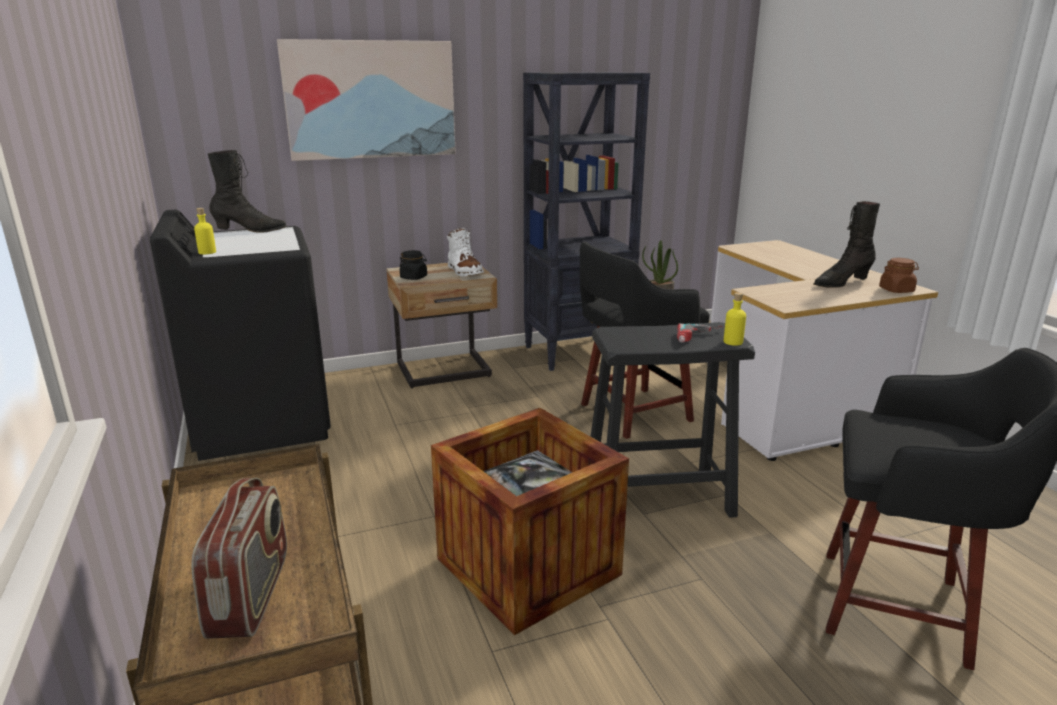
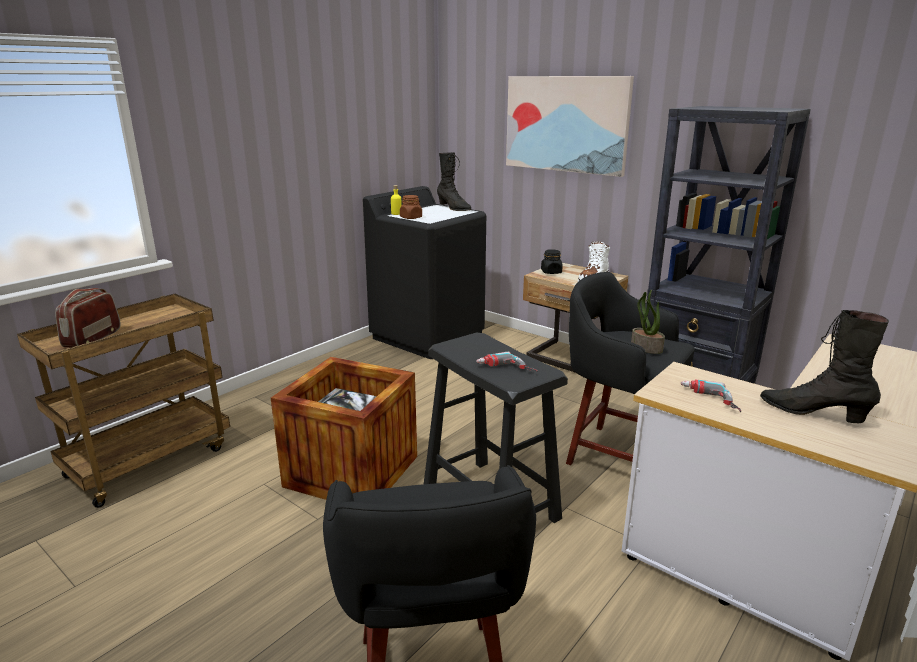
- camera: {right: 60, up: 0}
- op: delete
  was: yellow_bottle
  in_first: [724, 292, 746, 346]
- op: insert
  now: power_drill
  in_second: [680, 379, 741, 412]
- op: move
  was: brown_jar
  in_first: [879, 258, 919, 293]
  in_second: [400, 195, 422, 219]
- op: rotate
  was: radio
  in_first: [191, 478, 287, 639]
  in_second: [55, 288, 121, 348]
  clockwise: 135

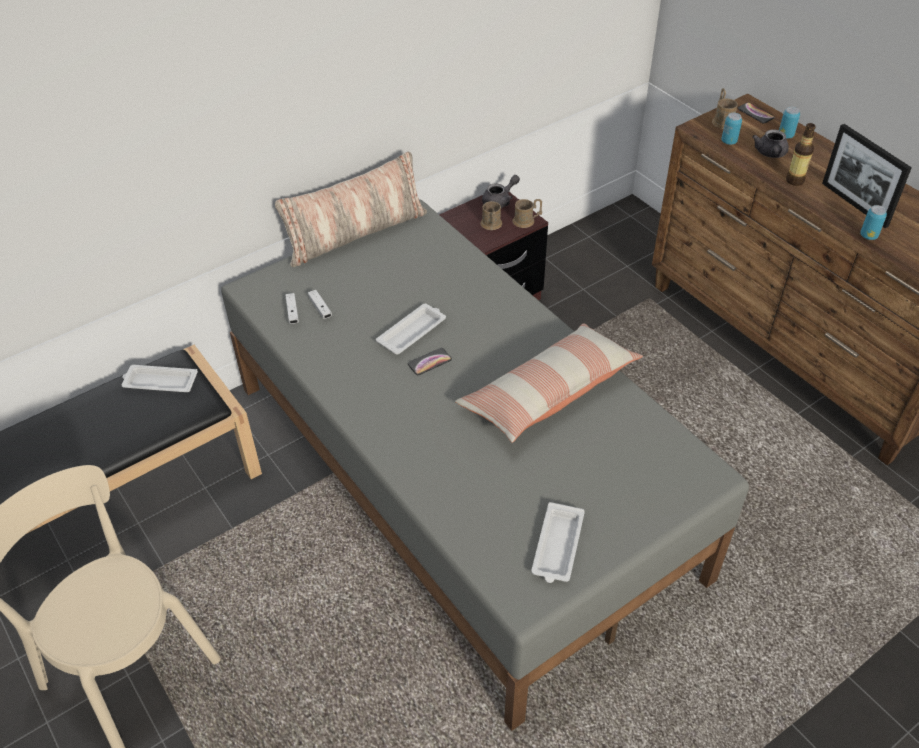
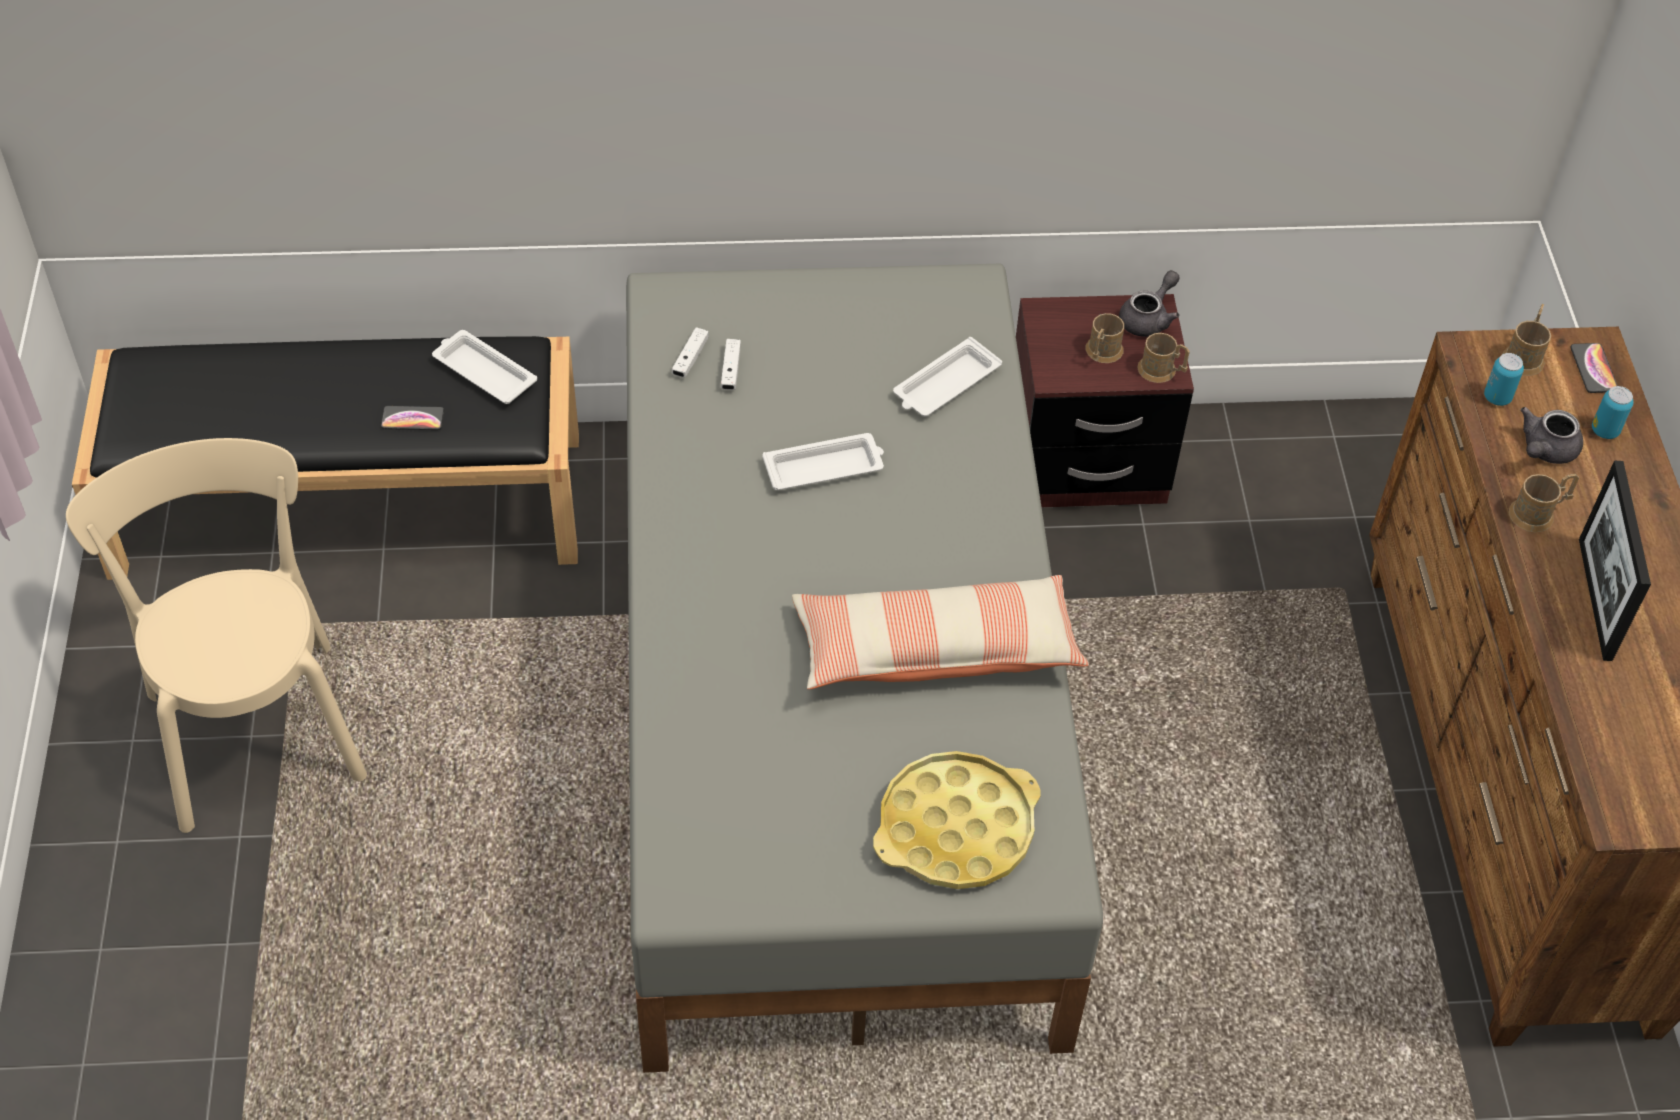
- camera: {right: 30, up: 5}
- op: delete
  was: pillow
  in_first: [275, 152, 427, 267]
- op: delete
  was: can
  in_first: [860, 205, 887, 240]
- op: insert
  now: yellow_tray
  in_second: [873, 751, 1041, 889]
- op: move
  was: phone
  in_first: [408, 348, 452, 375]
  in_second: [381, 406, 444, 430]
- op: move
  was: white_tray
  in_first: [531, 502, 585, 583]
  in_second: [893, 337, 1002, 417]
- op: replace
  was: bottle
  now: brown_mug
  in_first: [786, 123, 816, 186]
  in_second: [1509, 474, 1579, 532]
- op: rotate
  was: grey_teapot
  in_first: [482, 175, 520, 208]
  in_second: [1119, 270, 1179, 337]
  clockwise: -45

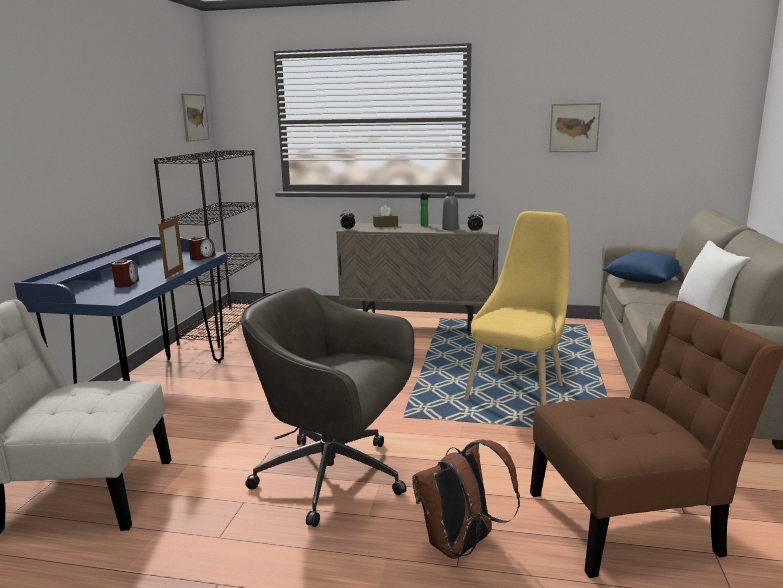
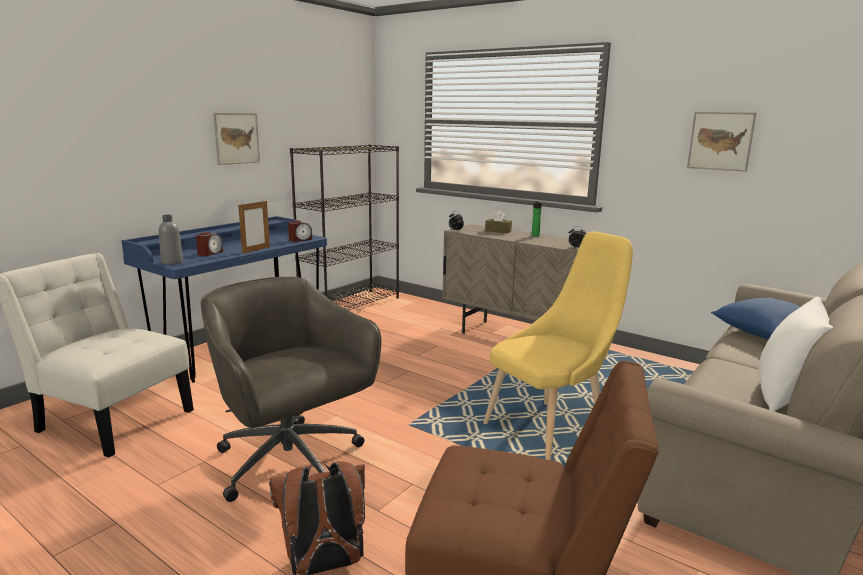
- camera: {right: 25, up: 0}
- op: move
  was: picture
  in_first: [181, 93, 210, 142]
  in_second: [213, 113, 260, 165]
- op: move
  was: grey_bottle
  in_first: [442, 191, 459, 230]
  in_second: [159, 215, 183, 265]

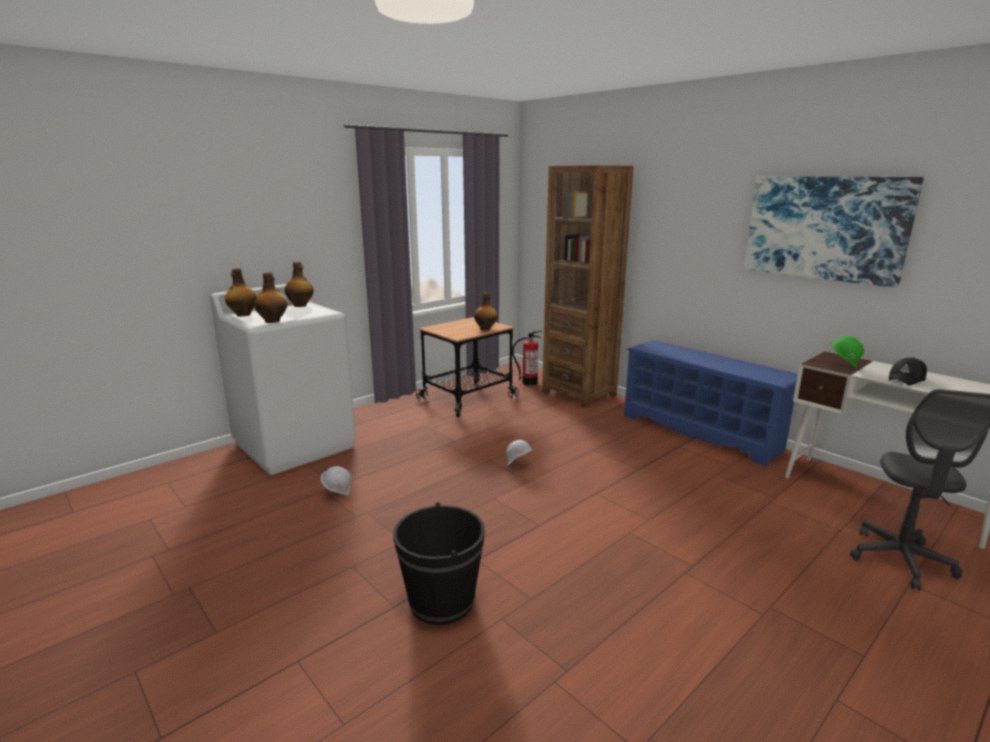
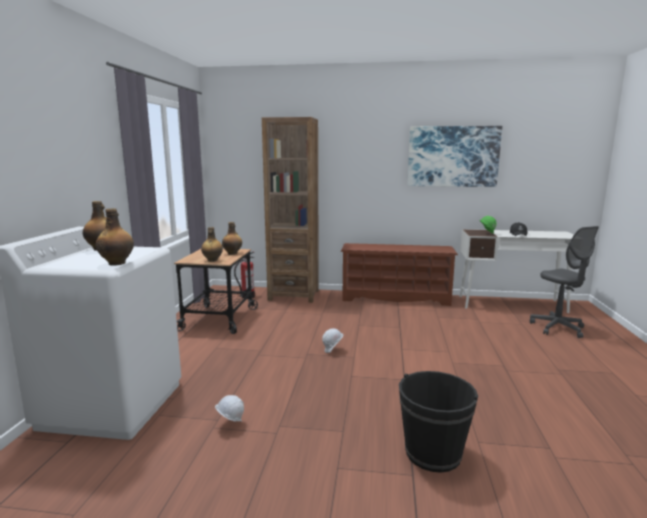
- camera: {right: -40, up: -5}
- op: move
  was: bottle
  in_first: [225, 268, 257, 316]
  in_second: [201, 227, 223, 262]
- op: recolor
  was: blue_shoe_rack
  now: brown_shoe_rack
  in_first: [624, 340, 798, 467]
  in_second: [341, 243, 458, 306]

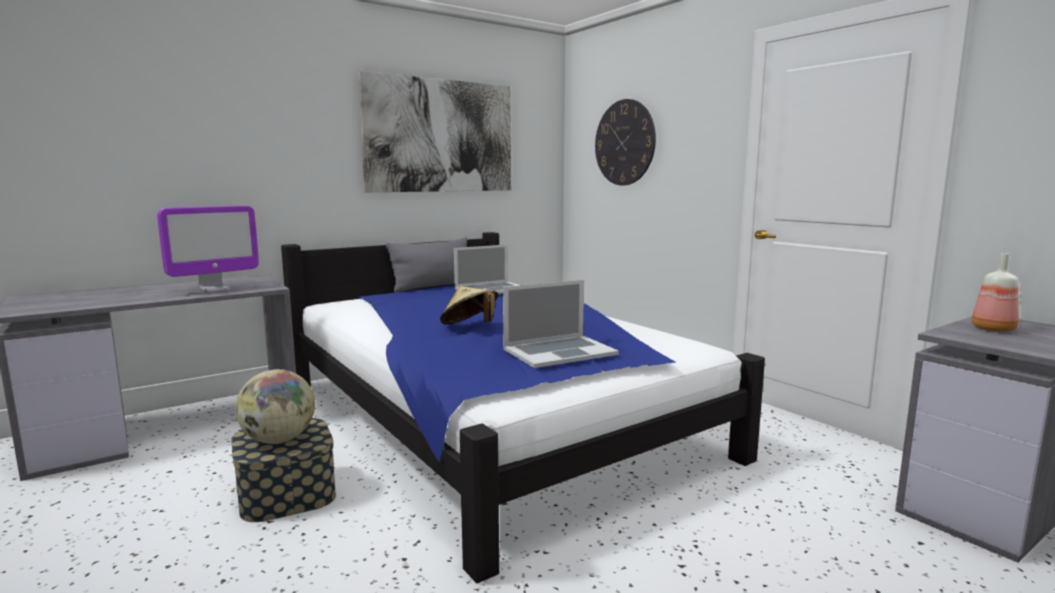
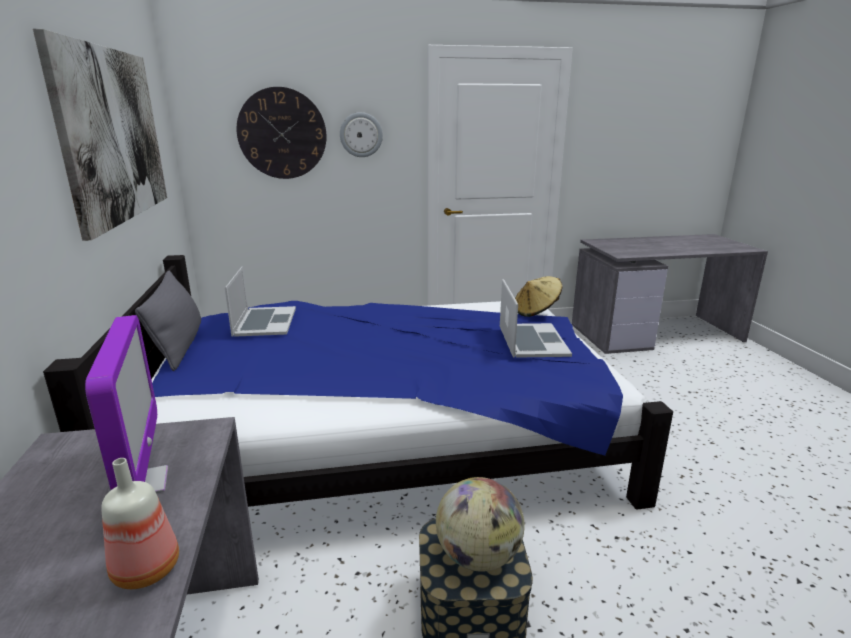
- camera: {right: -65, up: 10}
- op: insert
  now: wall_clock
  in_second: [340, 112, 383, 157]
- op: move
  was: beige_hat
  in_first: [440, 286, 498, 325]
  in_second: [515, 276, 562, 317]
- op: move
  was: bottle
  in_first: [971, 253, 1019, 332]
  in_second: [101, 458, 179, 589]

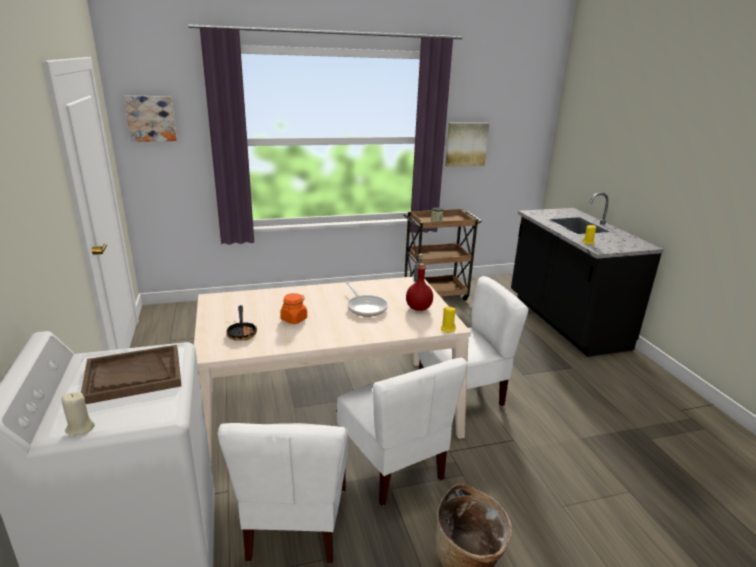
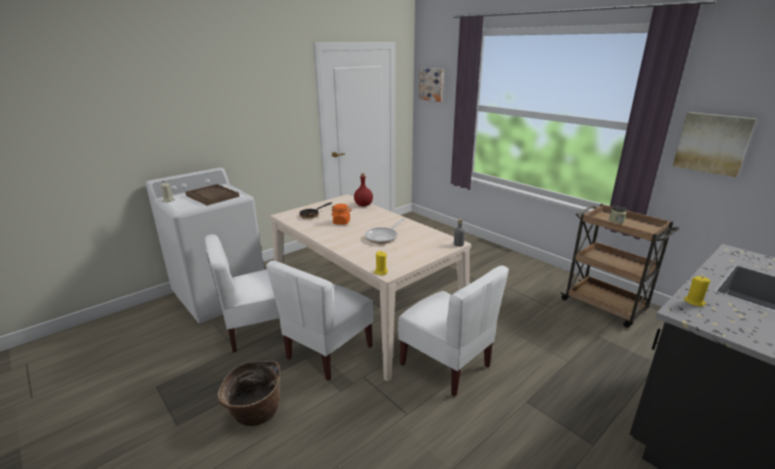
- camera: {right: 65, up: 0}
- op: move
  was: red_bottle
  in_first: [406, 263, 433, 311]
  in_second: [354, 173, 373, 207]

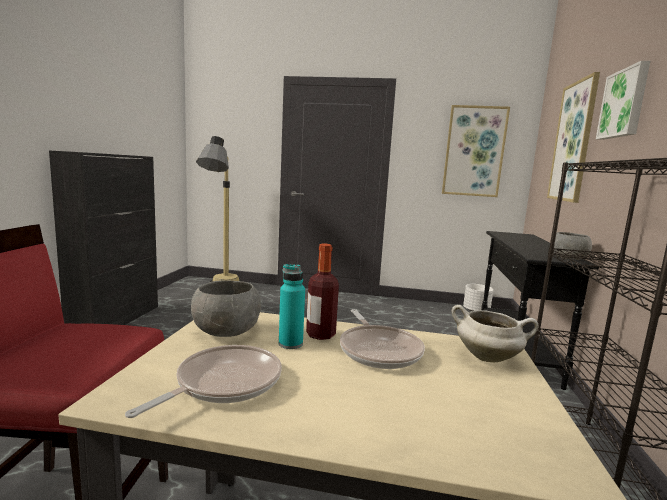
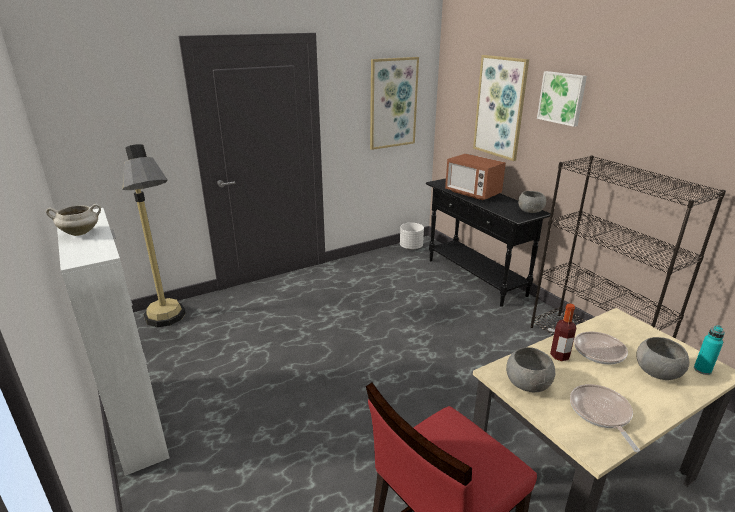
- camera: {right: -40, up: 15}
- op: insert
  now: microwave
  in_second: [445, 153, 506, 200]
- op: insert
  now: grey_bowl
  in_second: [636, 337, 689, 380]
- op: move
  was: turquoise_bottle
  in_first: [279, 264, 305, 349]
  in_second: [694, 325, 725, 375]
- op: move
  was: white_cooking_pot
  in_first: [452, 305, 539, 362]
  in_second: [46, 204, 101, 236]
- op: recolor
  was: black_cabinet
  now: white_cabinet
  in_first: [49, 150, 158, 325]
  in_second: [57, 208, 169, 476]

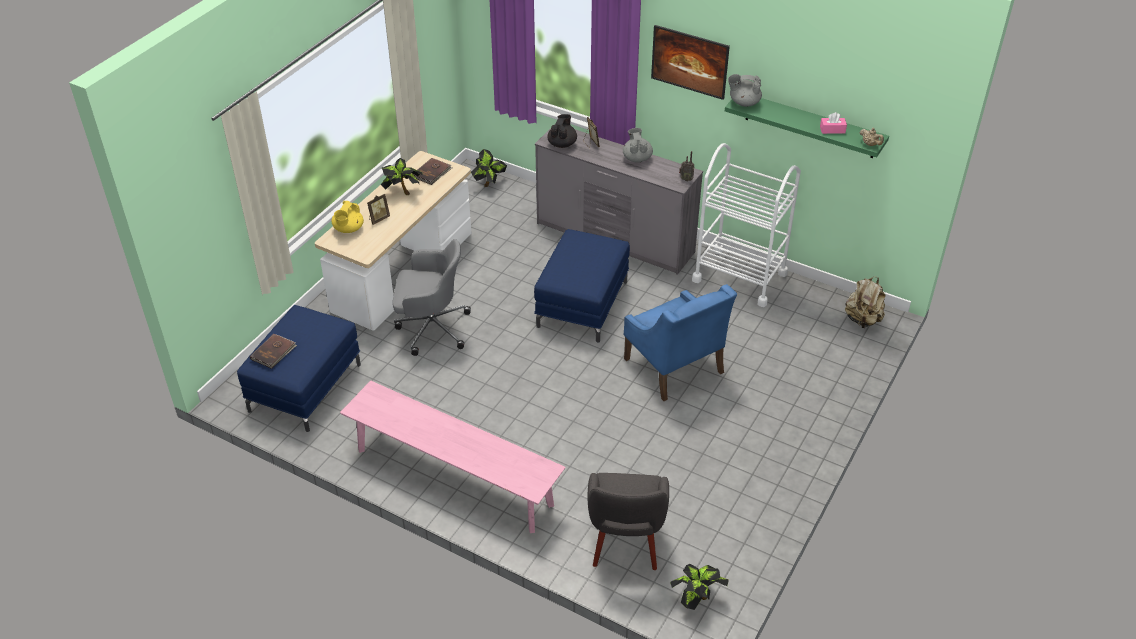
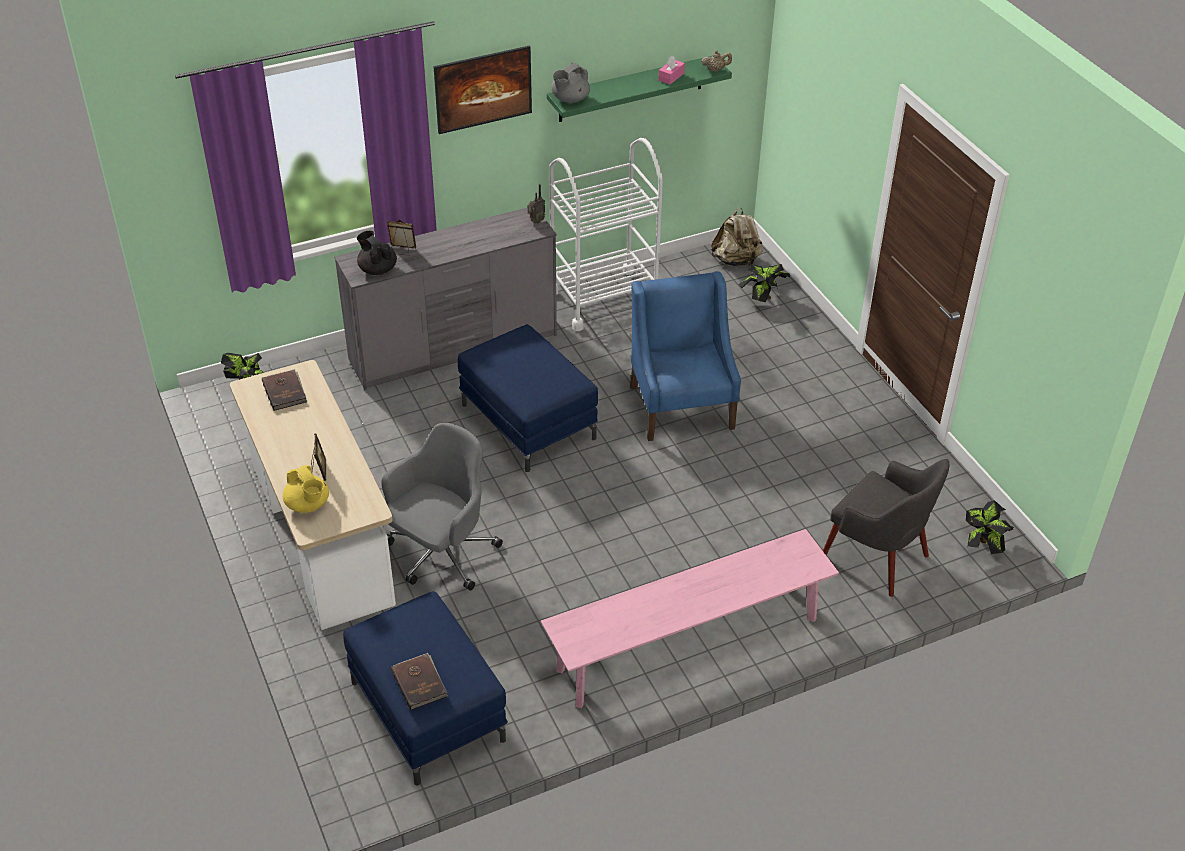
- camera: {right: -55, up: 0}
- op: delete
  was: grey_teapot
  in_first: [623, 128, 653, 163]
- op: move
  was: potted_plant
  in_first: [381, 158, 422, 195]
  in_second: [738, 264, 791, 302]
- op: rotate
  was: blue_armchair
  in_first: [624, 284, 737, 401]
  in_second: [630, 271, 741, 441]
  clockwise: -105

